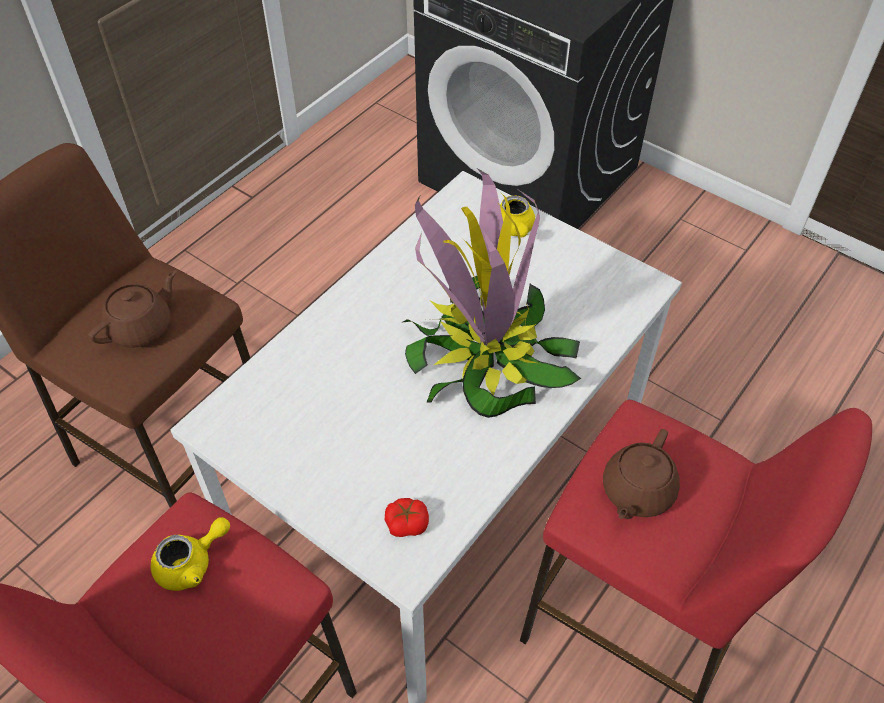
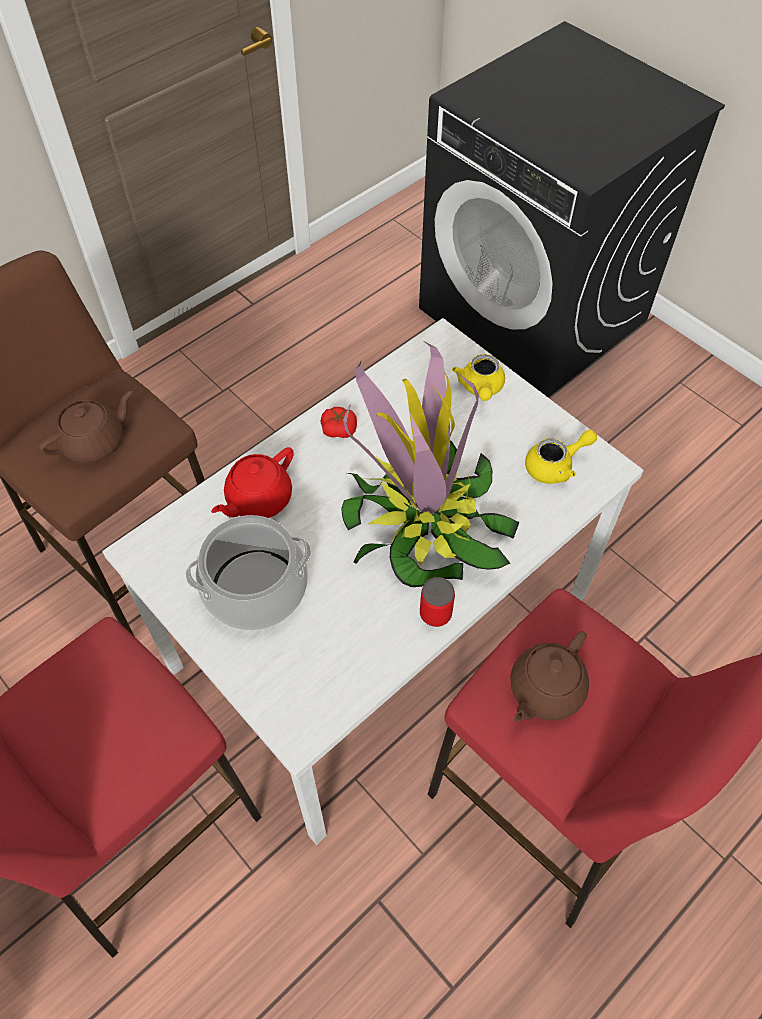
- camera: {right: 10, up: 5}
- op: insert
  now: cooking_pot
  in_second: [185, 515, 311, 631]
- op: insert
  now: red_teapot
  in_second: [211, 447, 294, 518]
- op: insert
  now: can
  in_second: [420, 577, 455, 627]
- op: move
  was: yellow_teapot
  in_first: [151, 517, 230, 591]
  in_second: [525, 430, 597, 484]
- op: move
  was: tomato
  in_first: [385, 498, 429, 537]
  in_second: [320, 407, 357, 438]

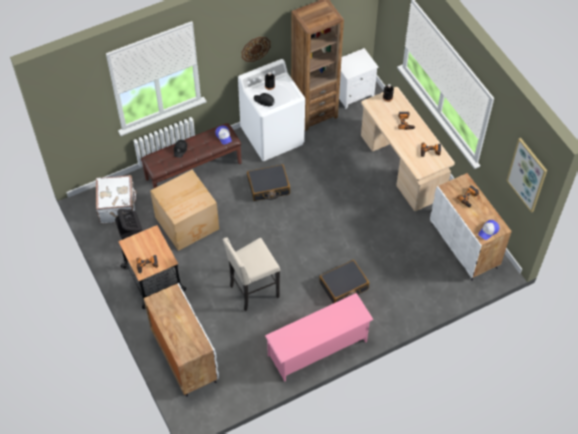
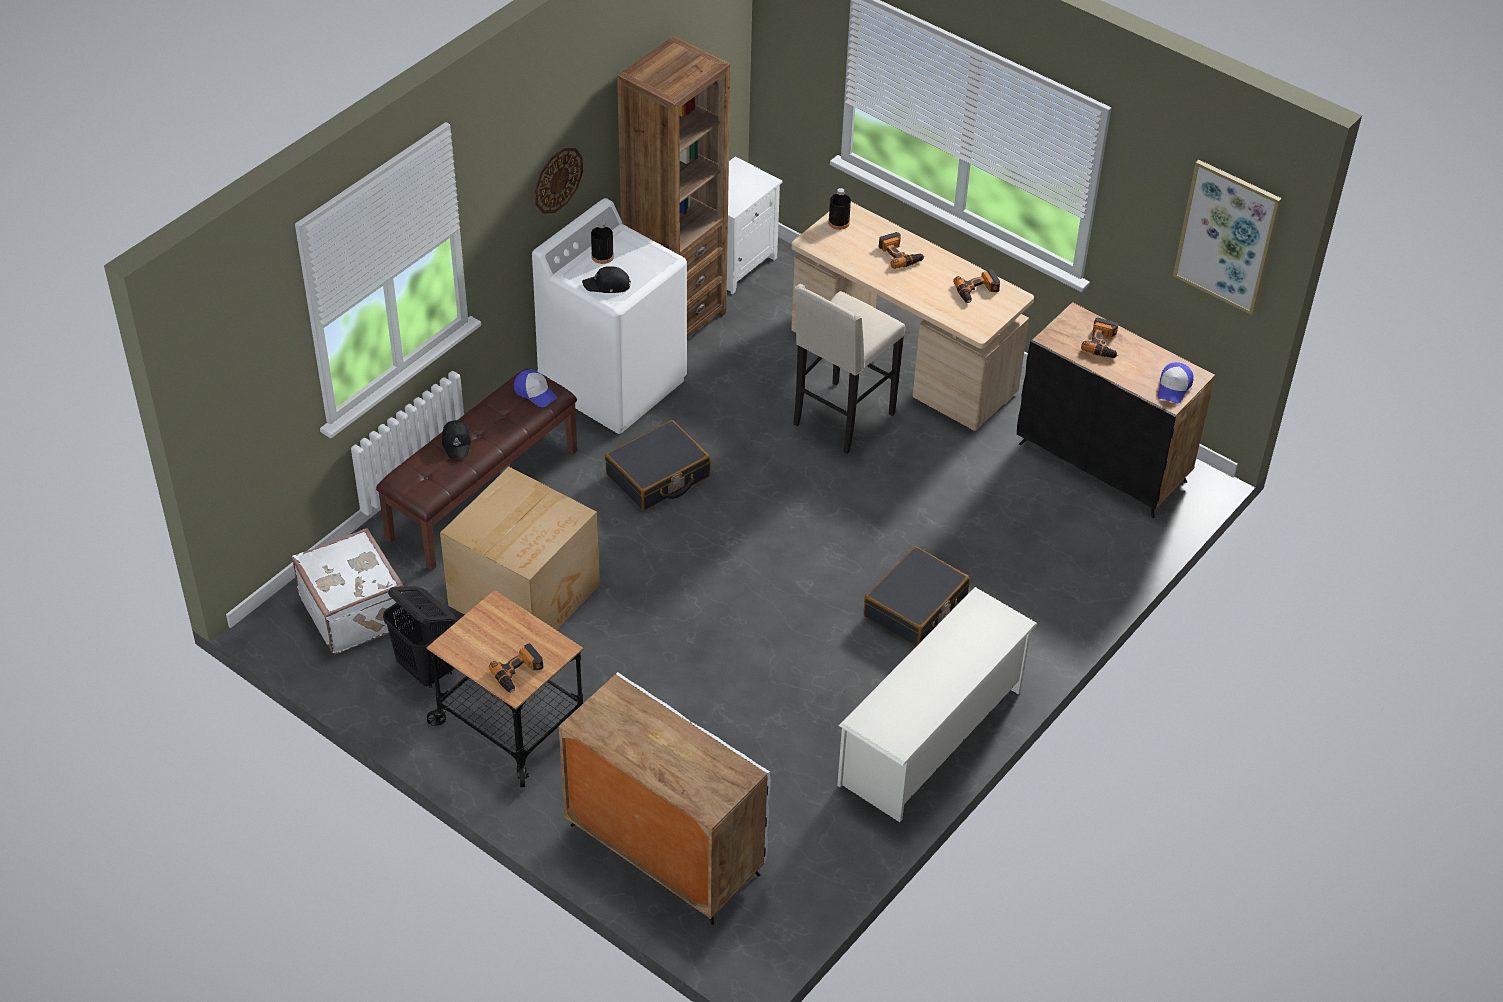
- camera: {right: -25, up: -10}
- op: move
  was: beige_stool
  in_first: [223, 237, 280, 311]
  in_second: [793, 284, 905, 454]
- op: recolor
  was: pink_shoe_rack
  now: white_shoe_rack
  in_first: [265, 293, 374, 382]
  in_second: [837, 587, 1037, 822]
- op: recolor
  was: white_cabinet
  now: black_cabinet
  in_first: [430, 173, 512, 281]
  in_second: [1017, 302, 1215, 518]

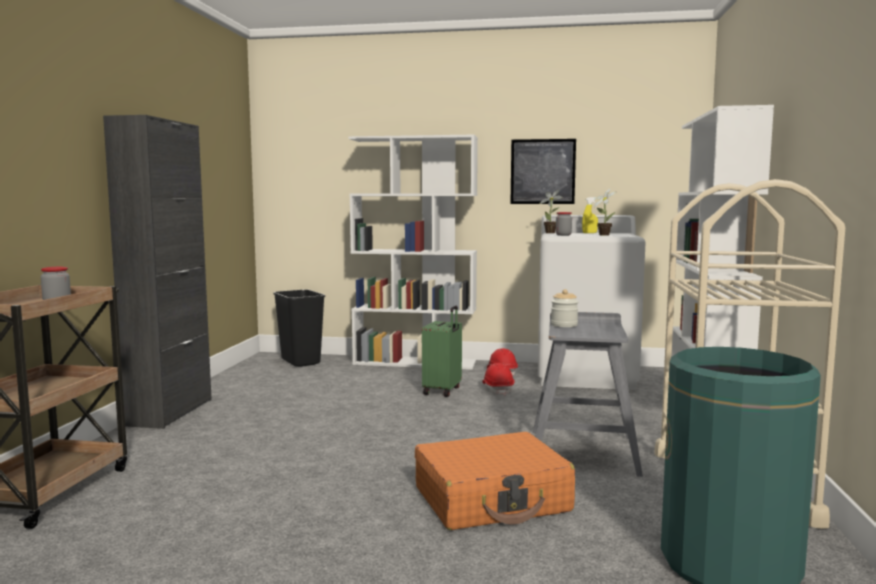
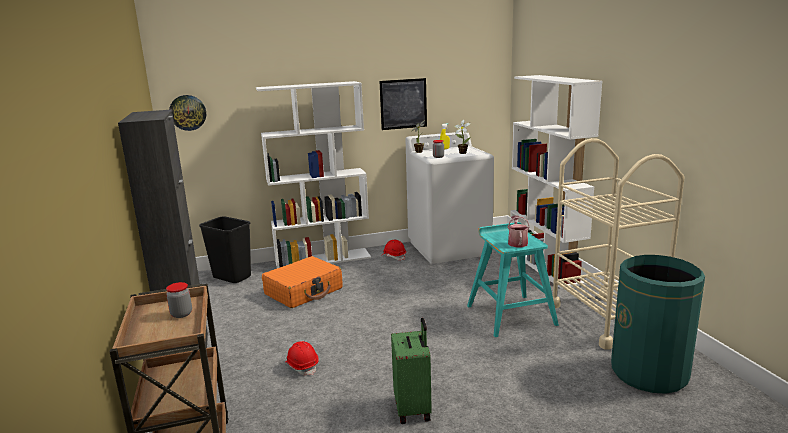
- camera: {right: -25, up: 10}
- op: delete
  was: jar
  in_first: [551, 289, 578, 327]
- op: insert
  now: wall_clock
  in_second: [169, 95, 206, 131]
- op: insert
  now: watering_can
  in_second: [507, 215, 530, 247]
- op: move
  was: orange_suitcase
  in_first: [415, 432, 575, 530]
  in_second: [262, 256, 343, 308]
- op: move
  was: green_suitcase
  in_first: [422, 306, 462, 397]
  in_second: [391, 318, 432, 424]
- op: move
  was: red_hard_hat
  in_first: [482, 363, 514, 395]
  in_second: [285, 341, 319, 375]
- op: recolor
  was: grey_stool
  now: turquoise_stool
  in_first: [533, 312, 643, 477]
  in_second: [467, 222, 559, 337]

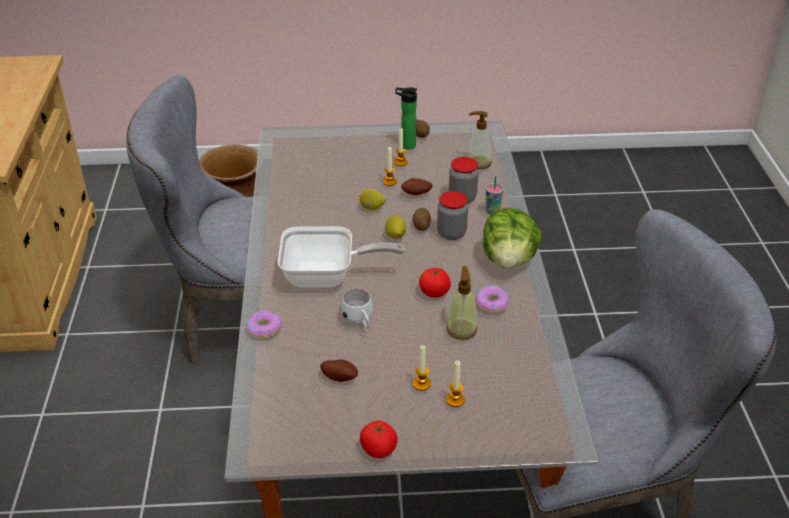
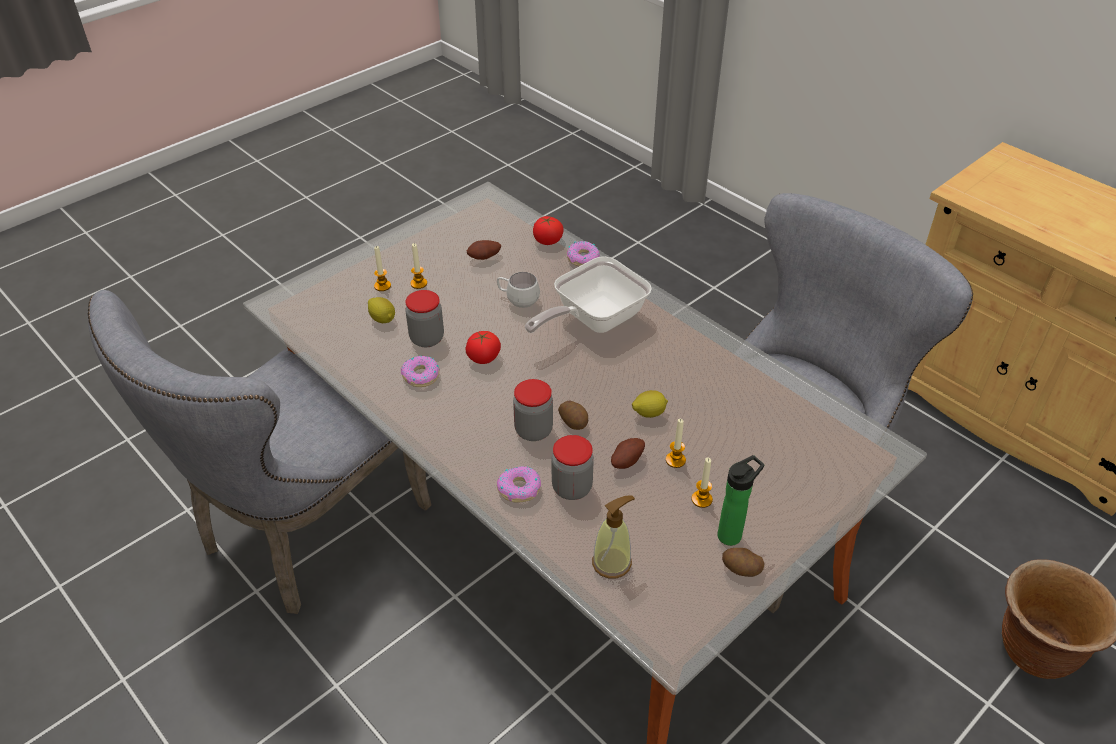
- camera: {right: 140, up: 5}
- op: delete
  was: lettuce
  in_first: [483, 208, 542, 268]
- op: move
  was: tomato
  in_first: [360, 421, 398, 458]
  in_second: [533, 216, 564, 245]
- op: move
  was: lemon
  in_first: [385, 216, 406, 239]
  in_second: [368, 297, 395, 323]
- op: replace
  was: soap_dispenser
  now: jar
  in_first: [447, 266, 477, 340]
  in_second: [405, 290, 444, 347]
- op: replace
  was: cup
  now: donut
  in_first: [486, 176, 503, 214]
  in_second: [497, 466, 541, 503]

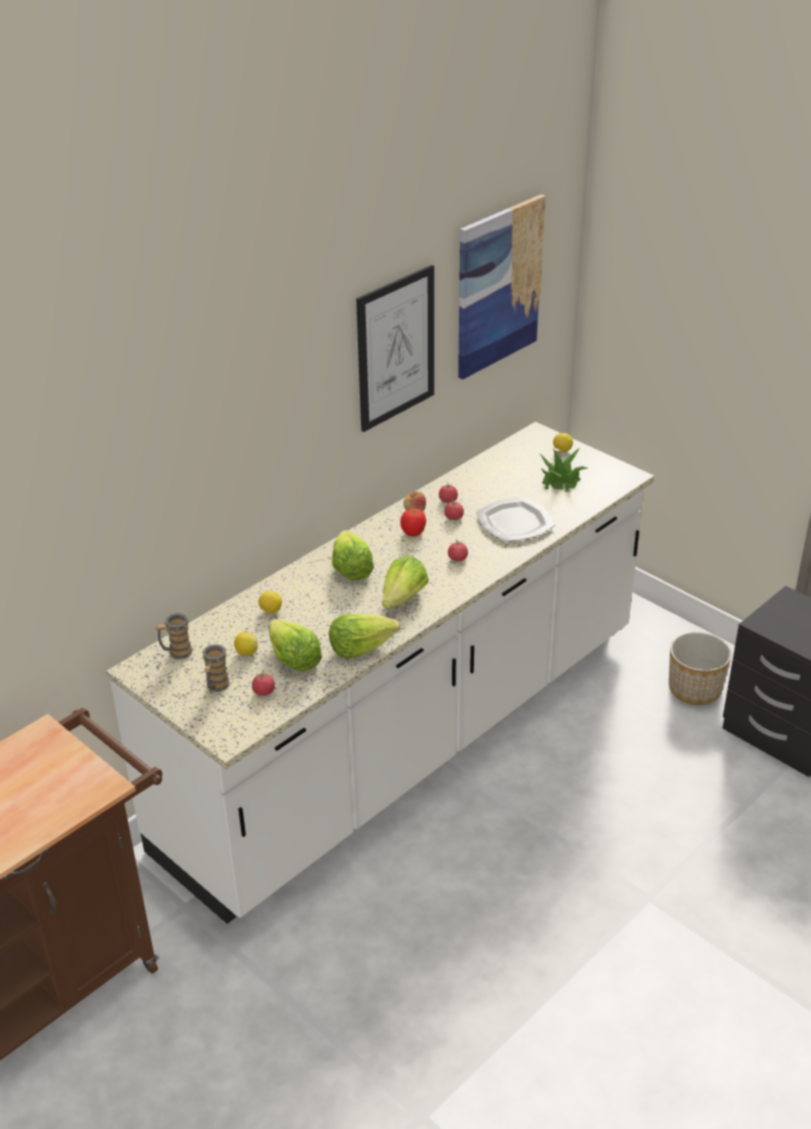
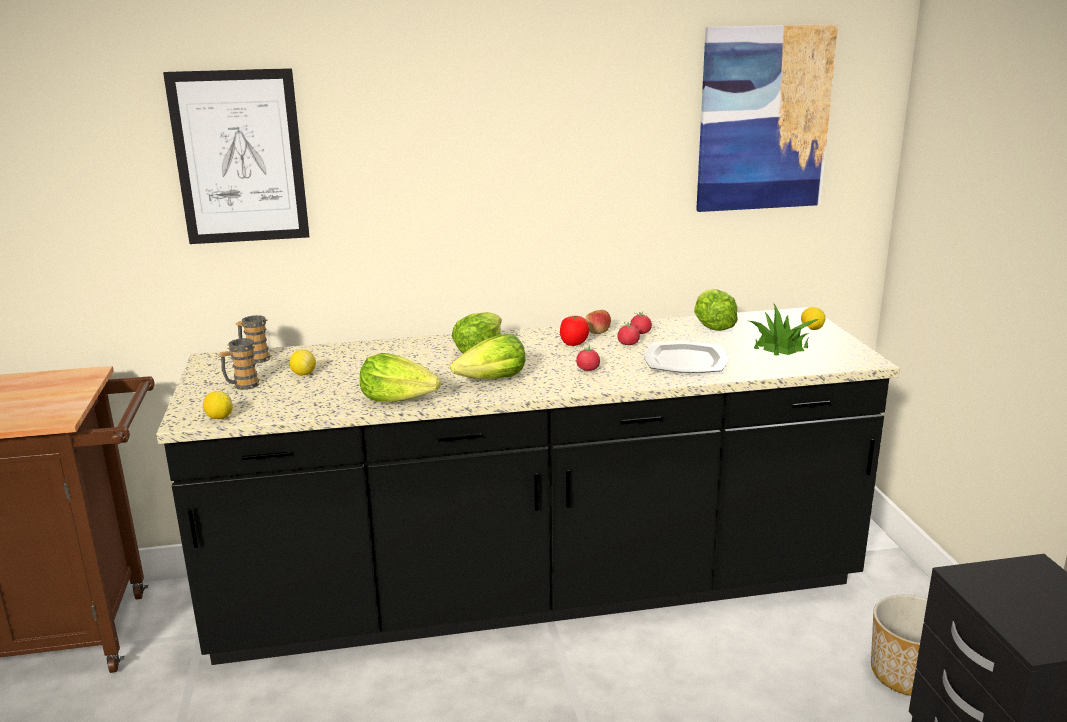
- camera: {right: 35, up: -15}
- op: delete
  was: tomato
  in_first: [252, 670, 275, 696]
- op: move
  was: lemon
  in_first: [258, 591, 282, 614]
  in_second: [203, 391, 233, 419]
- op: move
  was: lettuce
  in_first: [269, 619, 322, 671]
  in_second: [694, 289, 738, 331]
- op: move
  was: picture
  in_first: [356, 265, 434, 432]
  in_second: [163, 68, 309, 244]
- op: recolor
  was: white_counter
  now: black_counter
  in_first: [106, 422, 654, 924]
  in_second: [156, 307, 900, 665]

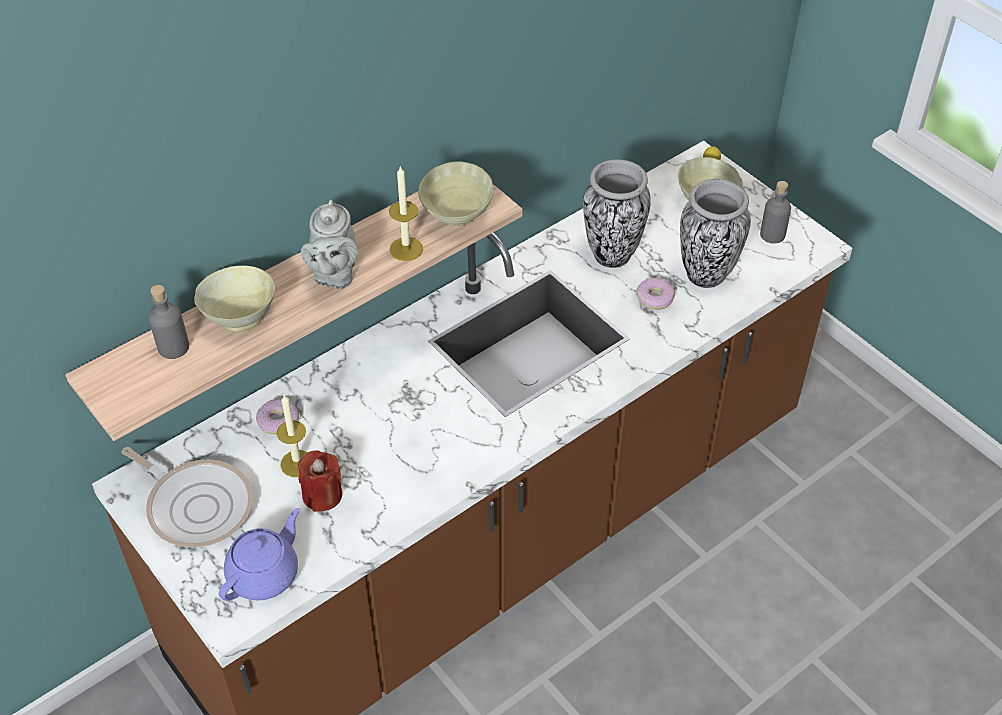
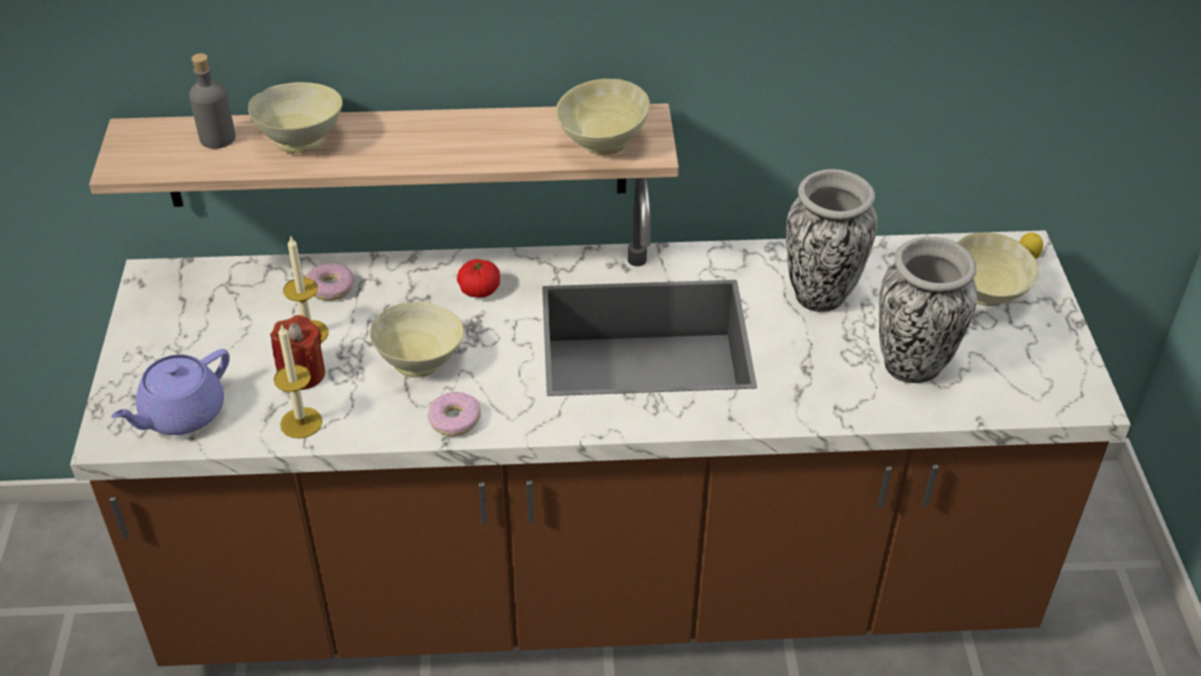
- camera: {right: 35, up: -5}
- op: delete
  was: frying_pan
  in_first: [122, 447, 253, 547]
- op: delete
  was: grey_teapot
  in_first: [301, 200, 358, 289]
- op: delete
  was: grey_bottle
  in_first: [760, 181, 791, 244]
- op: insert
  now: beige_bowl
  in_second: [370, 302, 464, 378]
- op: insert
  now: tomato
  in_second: [457, 259, 500, 298]
- op: move
  was: candle
  in_first: [389, 165, 423, 261]
  in_second: [274, 324, 323, 438]
- op: move
  was: donut
  in_first: [637, 278, 675, 310]
  in_second: [428, 391, 481, 436]
- op: rotate
  was: purple_teapot
  in_first: [219, 508, 300, 601]
  in_second: [111, 349, 230, 435]
  clockwise: 150

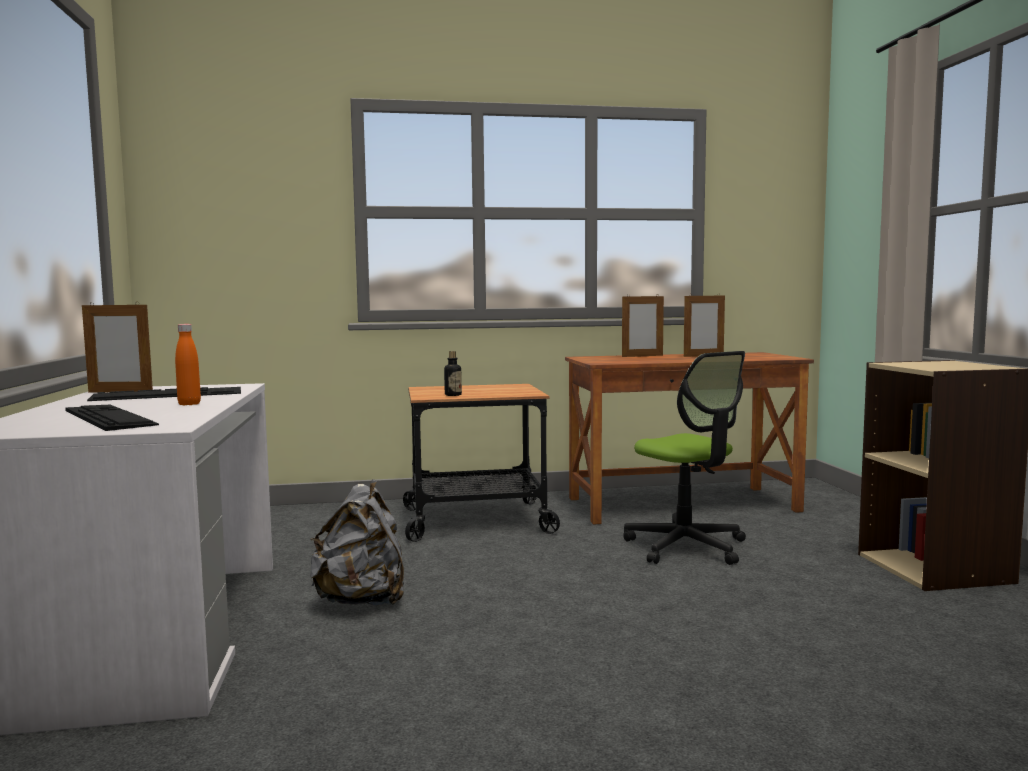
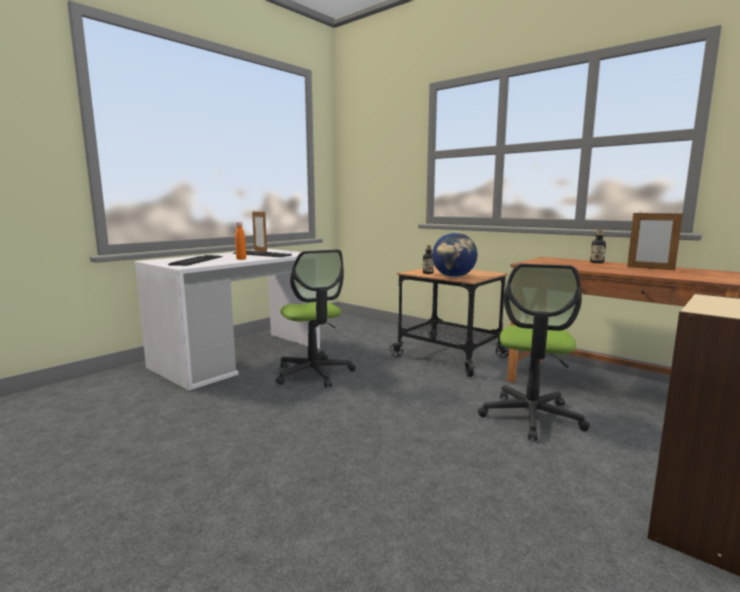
- camera: {right: 50, up: 5}
- op: insert
  now: globe
  in_second: [432, 233, 477, 277]
- op: replace
  was: grey_backpack
  now: office_chair
  in_first: [310, 479, 404, 606]
  in_second: [276, 249, 356, 387]
- op: replace
  was: picture_frame
  now: bottle
  in_first: [622, 294, 664, 357]
  in_second: [590, 230, 606, 263]

